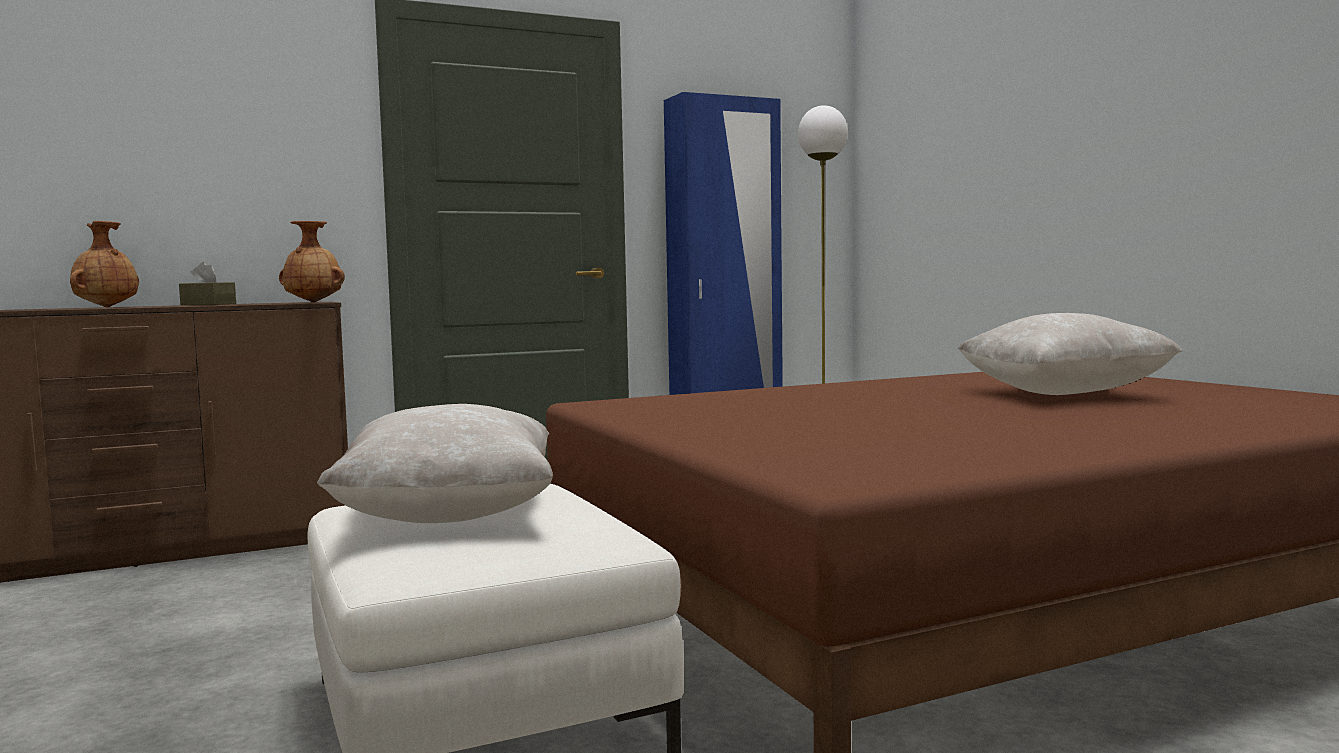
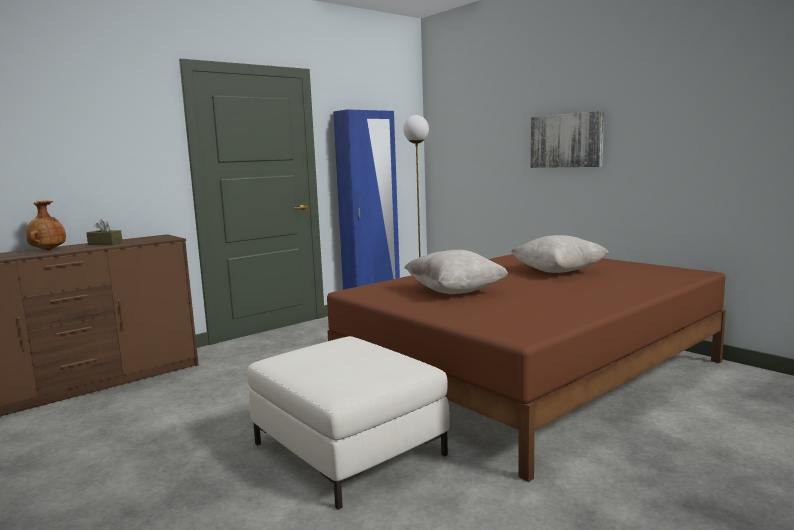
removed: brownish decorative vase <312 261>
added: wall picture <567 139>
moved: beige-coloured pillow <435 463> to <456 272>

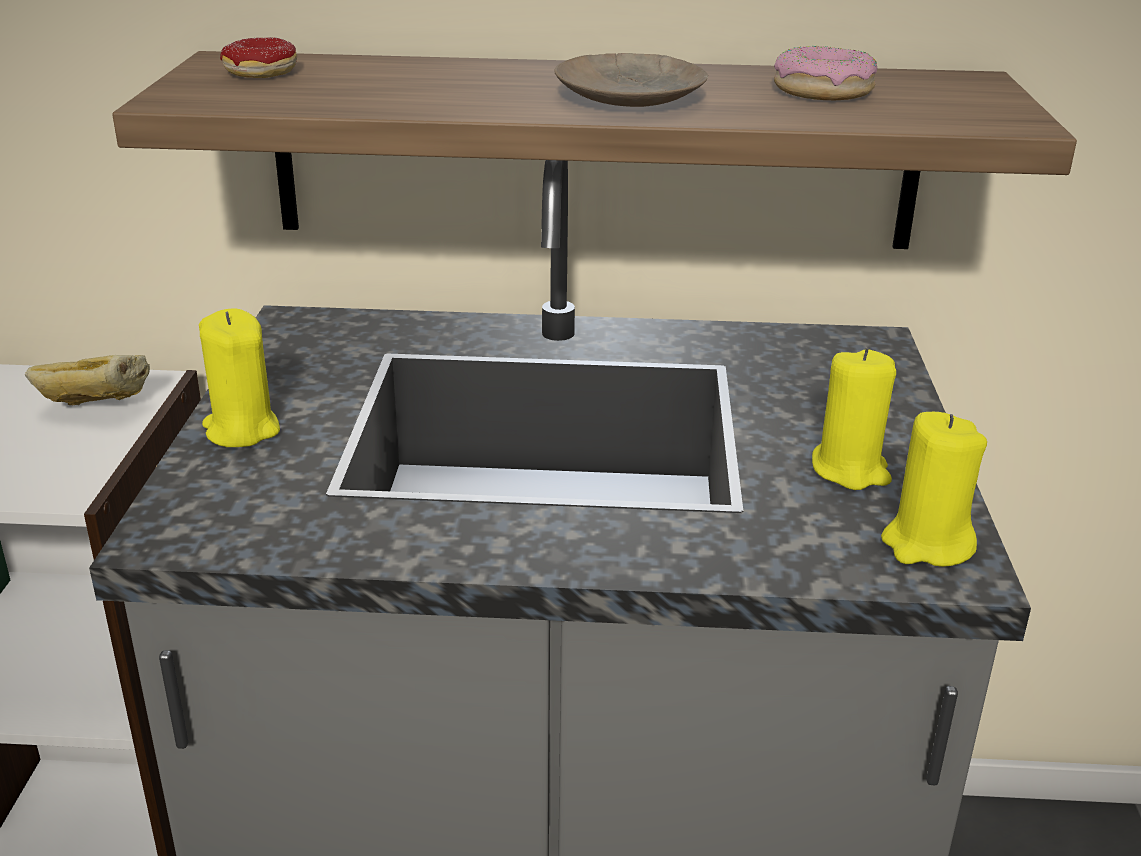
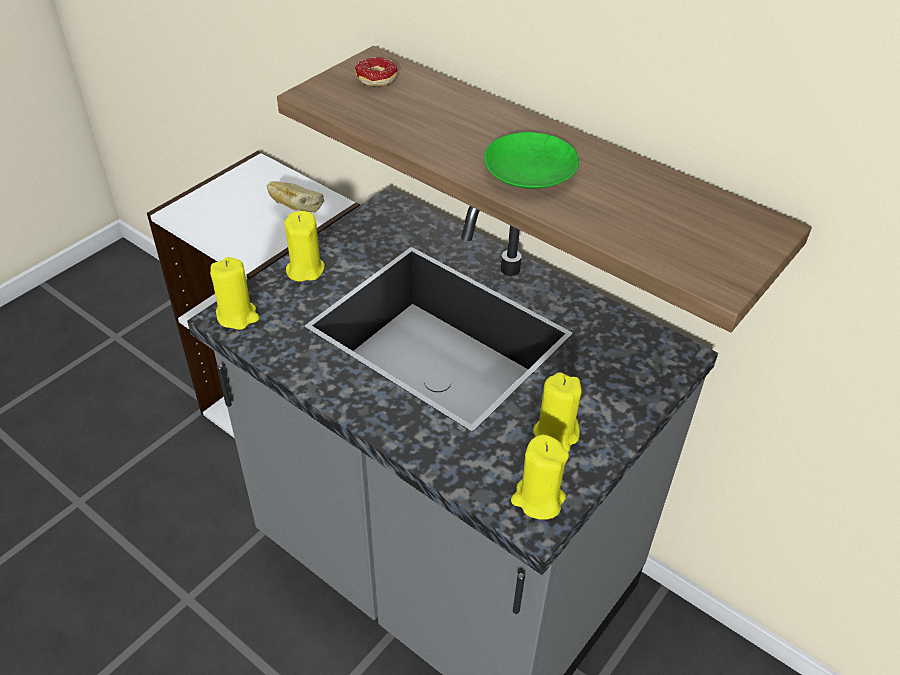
removed: ring doughnut <825 73>
added: yellow-coloured candle <235 293>
recoloured: beige-coloured plate <631 80> to greenish plate <531 160>

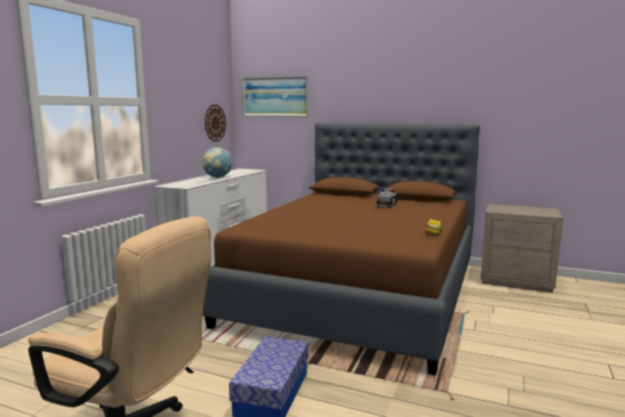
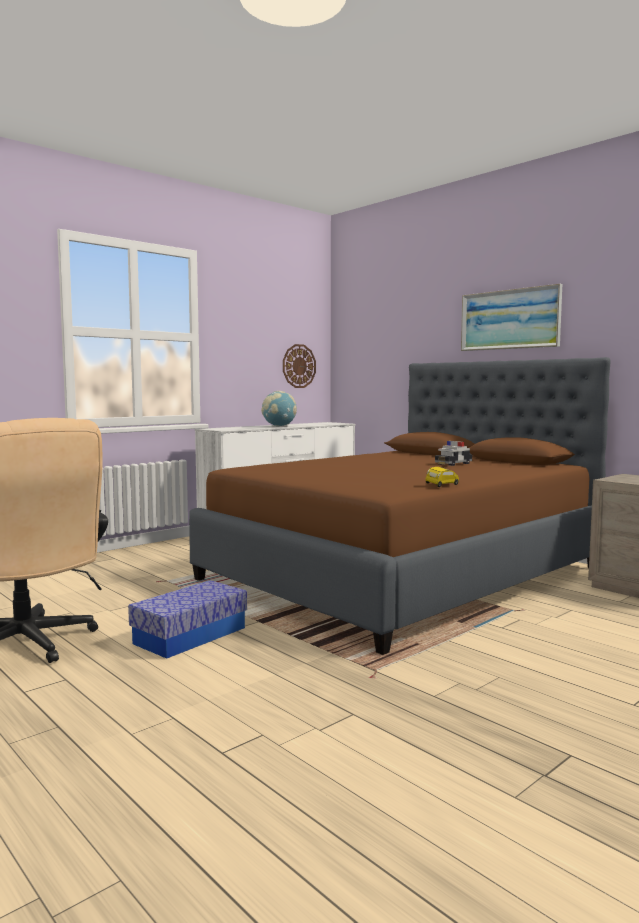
moved: wall picture <275 96> to <511 317>

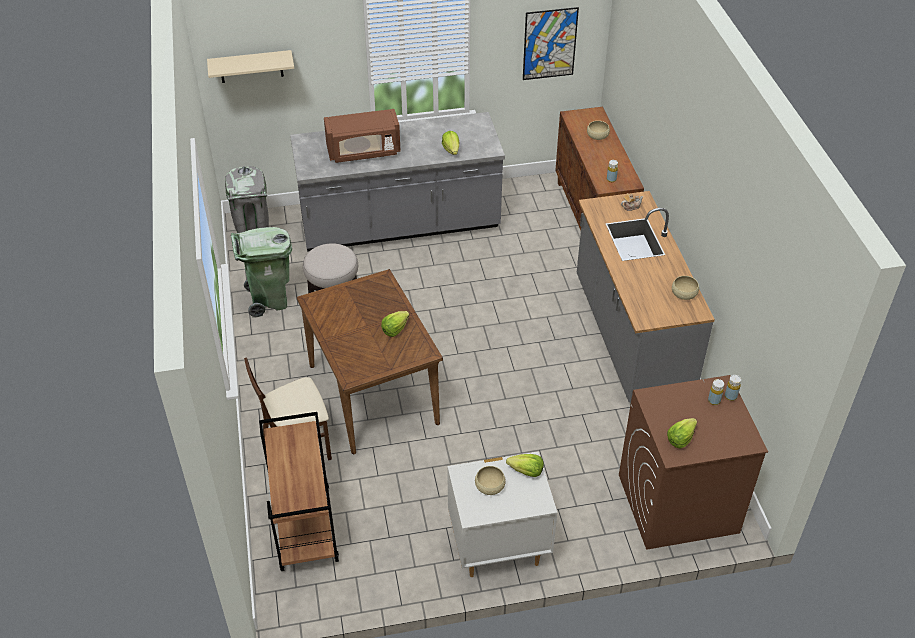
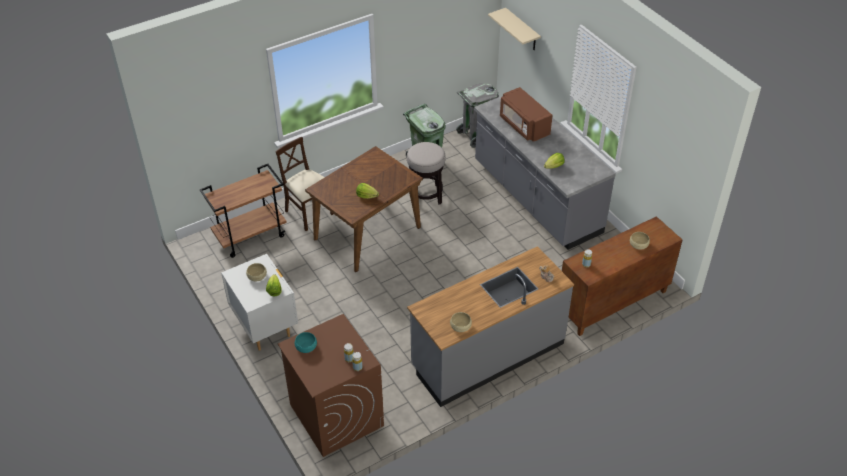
removed: wall picture <551 43>
replaced: head of lettuce <682 433> to turquoise-coloured bowl <306 342>

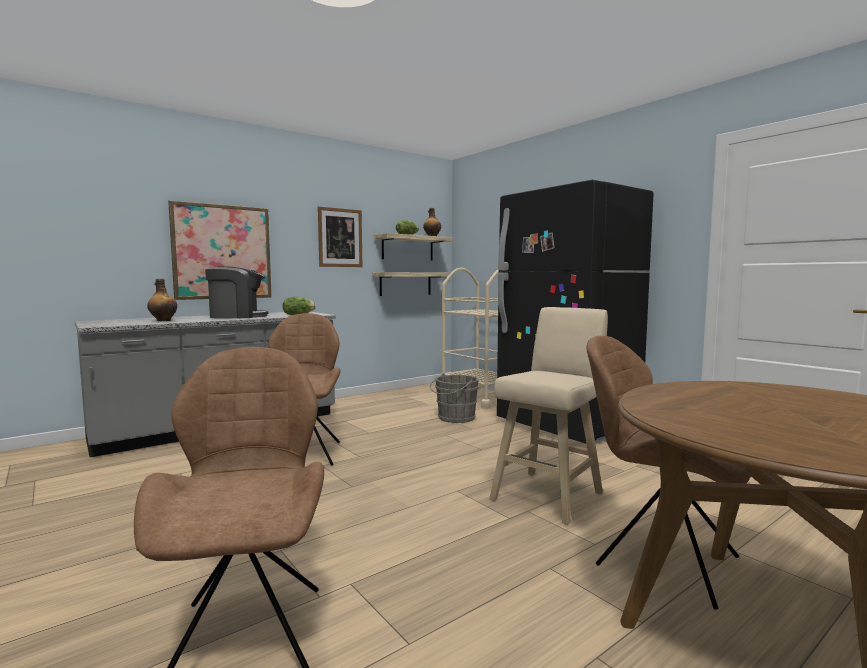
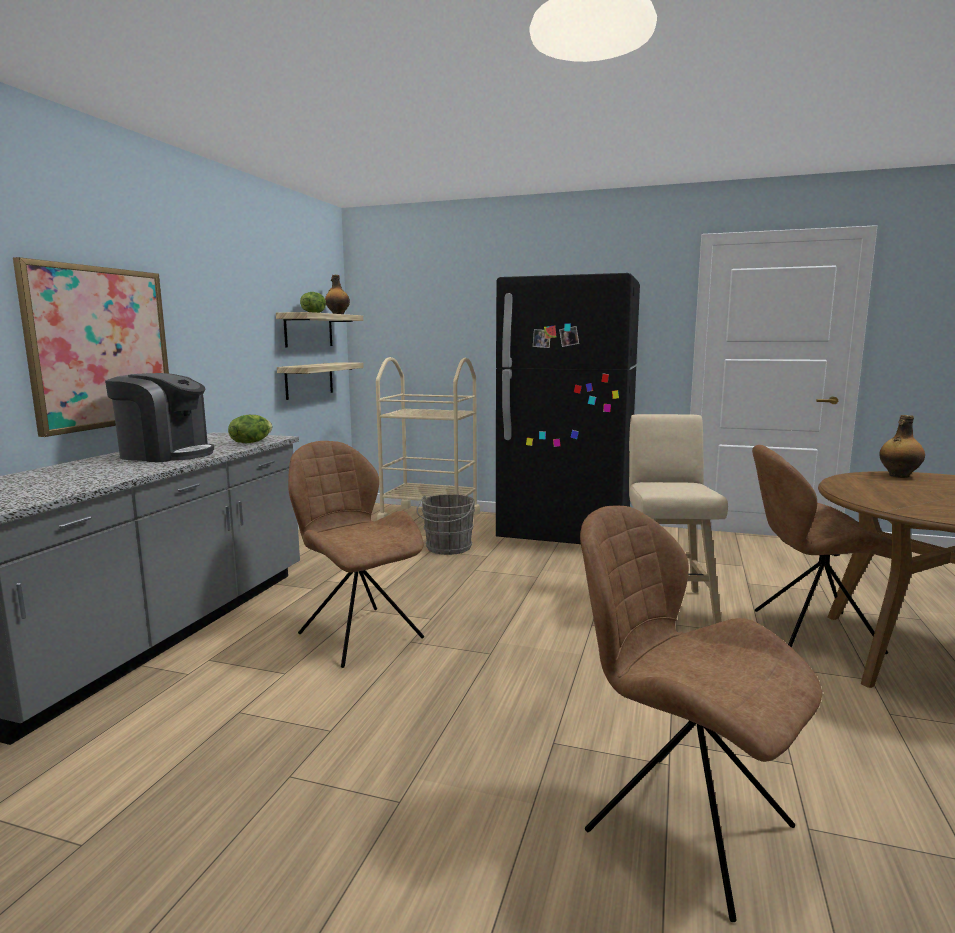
removed: wall picture <340 236>
moved: drink bottle <162 300> to <902 446>
turned: coffee brewer <237 292> = <159 417> 60 degrees clockwise

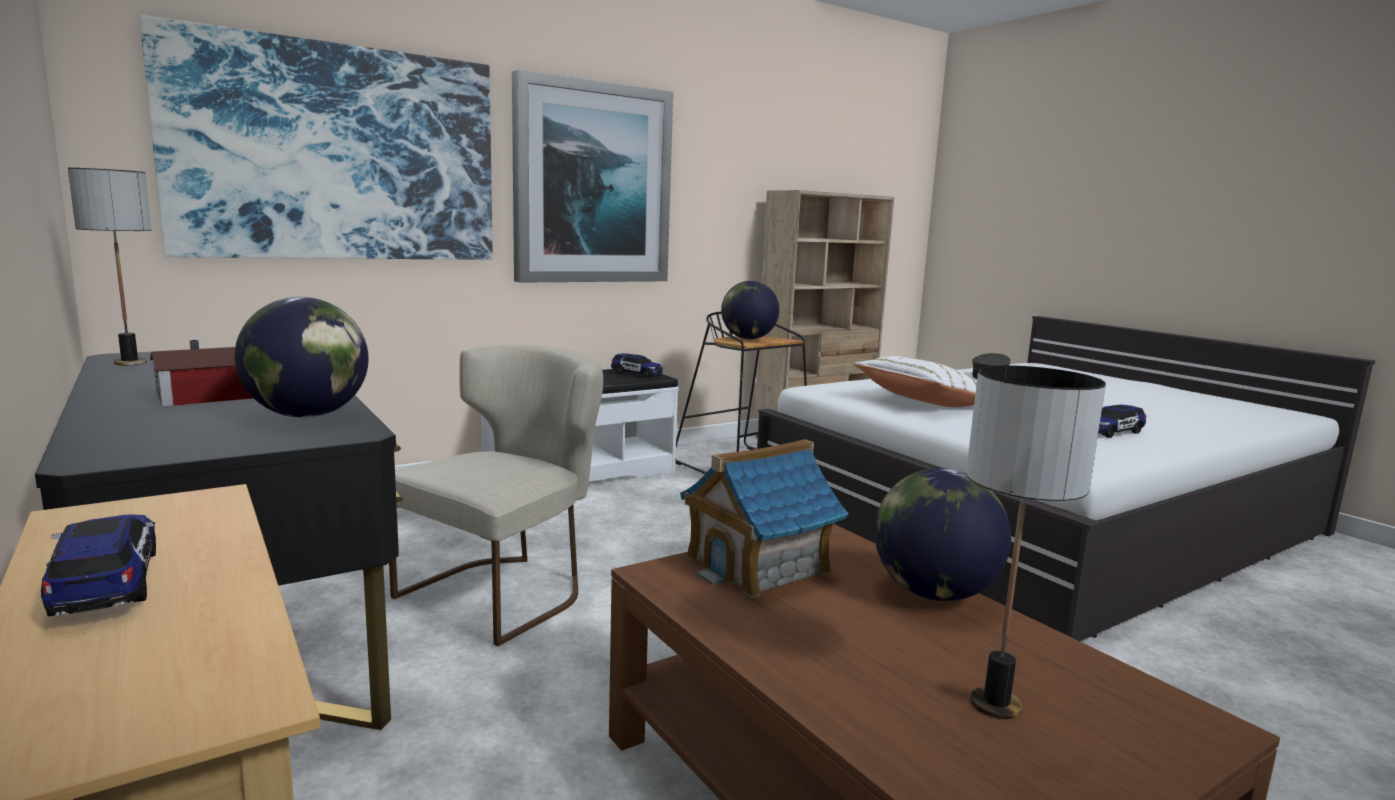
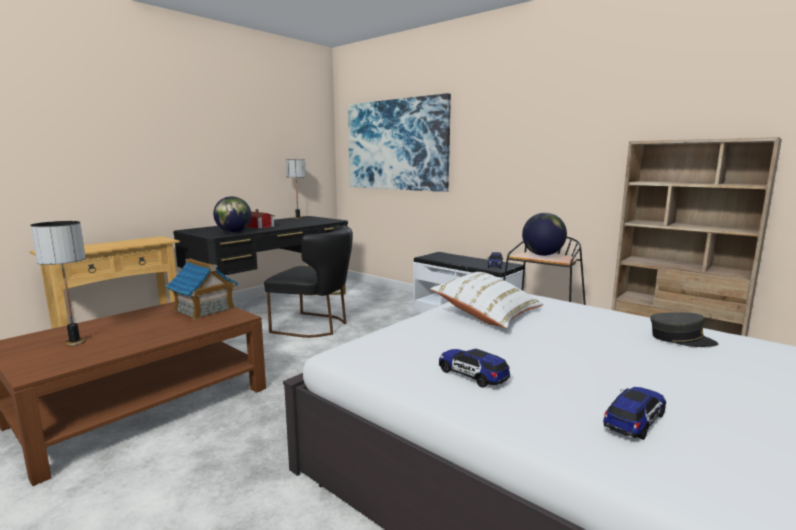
removed: wall picture <592 176>; globe <943 534>
moved: miniature car <98 565> to <634 413>
recoloured: beige-coloured chair <496 495> to blackish chair <308 282>

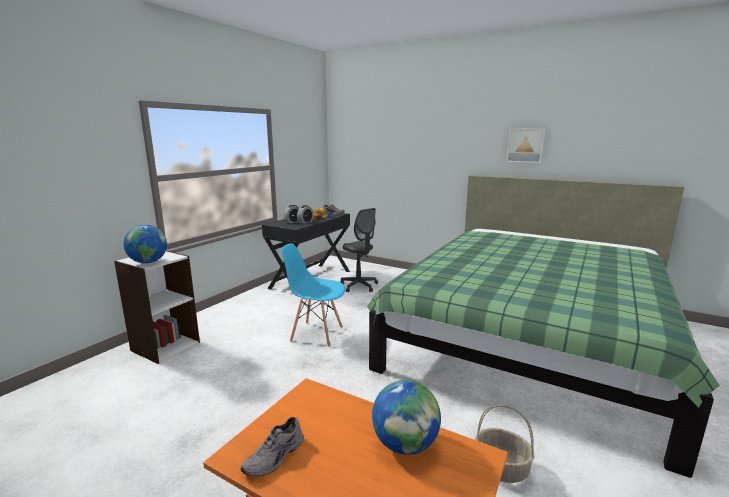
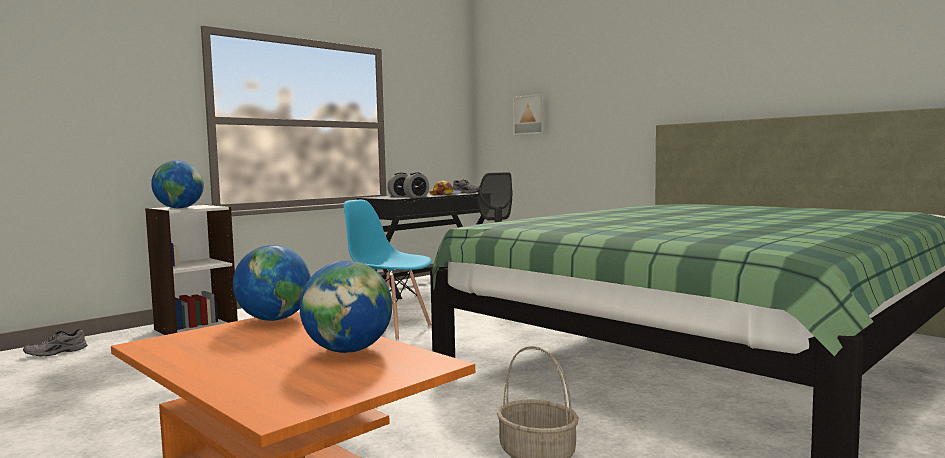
added: globe <272 283>
moved: greyish low shoe <272 446> to <55 342>; wall picture <525 146> to <529 114>

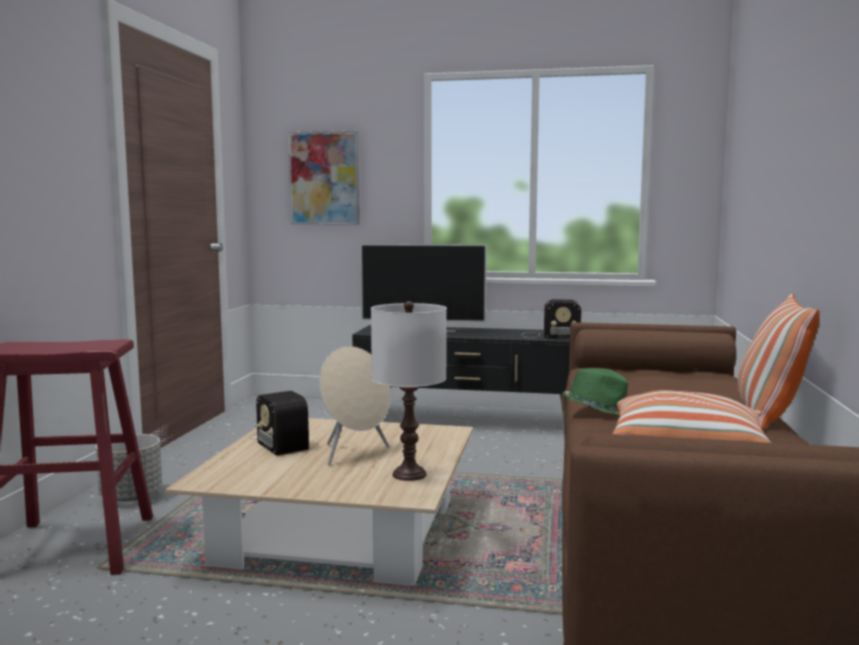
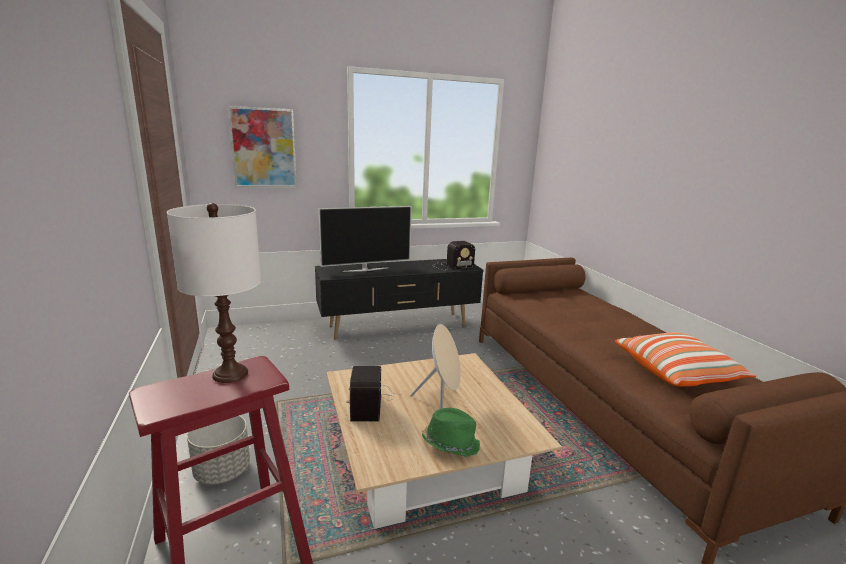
removed: pillow <778 361>
moved: whitish tabletop lamp <409 391> to <214 293>; greenish clothing hat <595 391> to <451 432>
turned: radio <279 423> = <374 394> 60 degrees clockwise

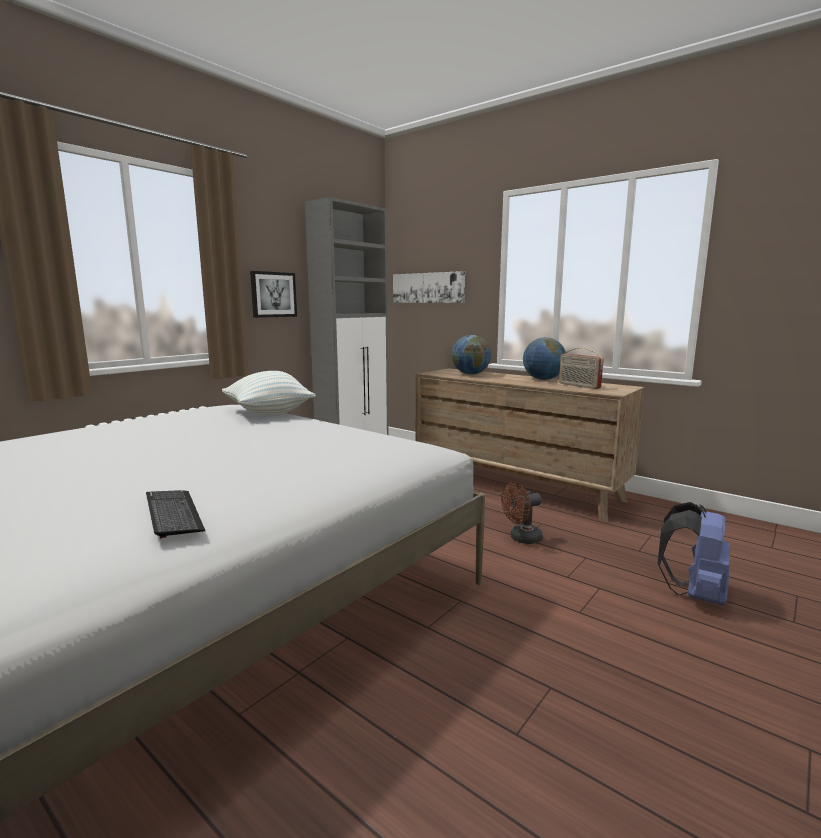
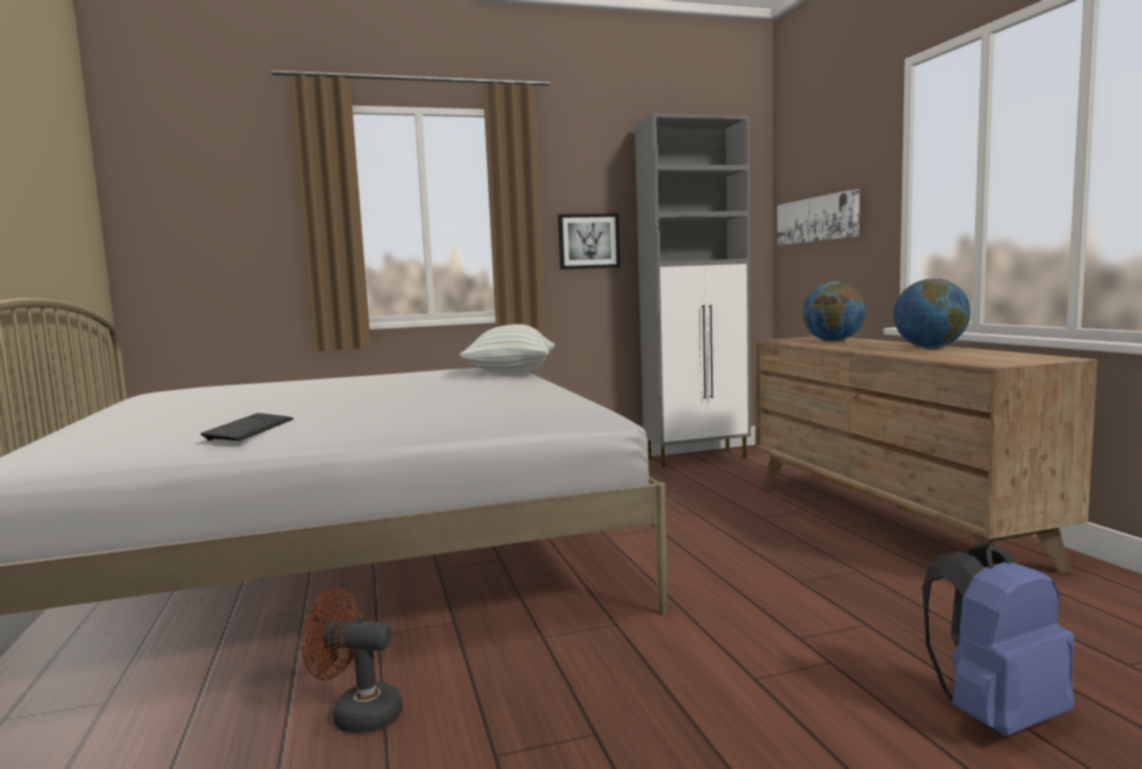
removed: radio <581 368>
moved: brownish electric fan <522 513> to <351 660>

